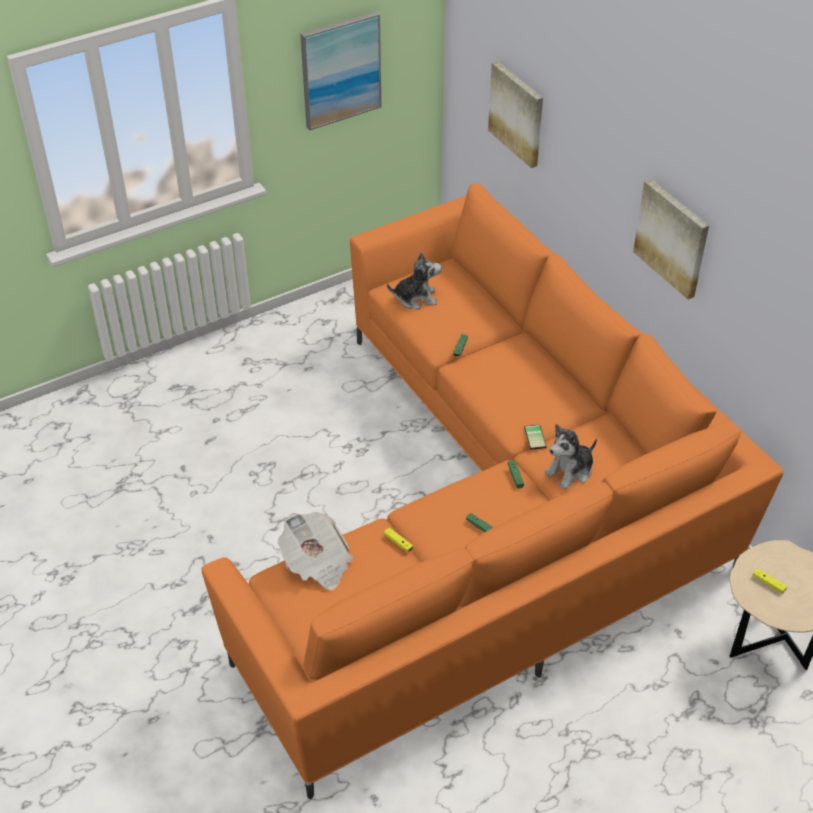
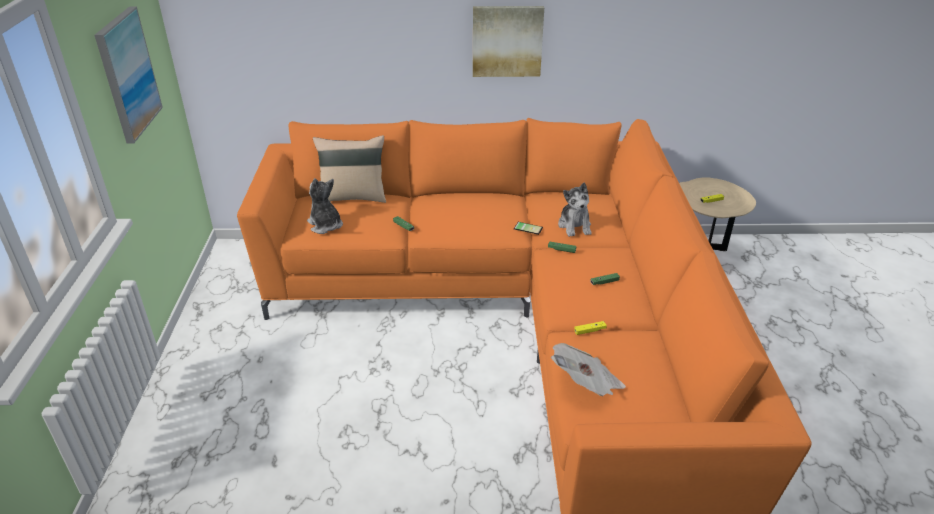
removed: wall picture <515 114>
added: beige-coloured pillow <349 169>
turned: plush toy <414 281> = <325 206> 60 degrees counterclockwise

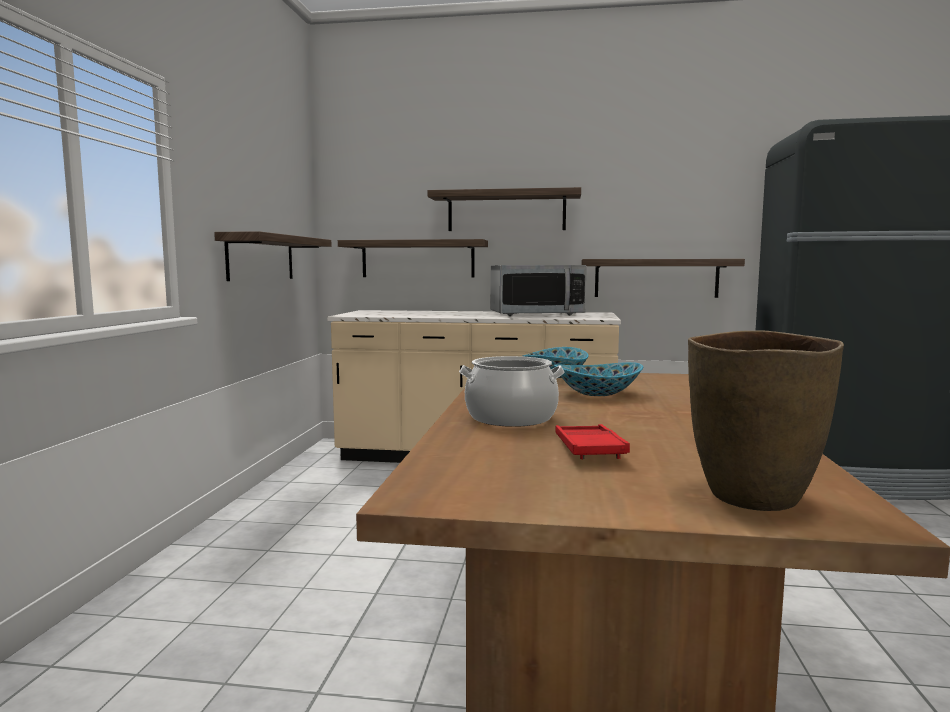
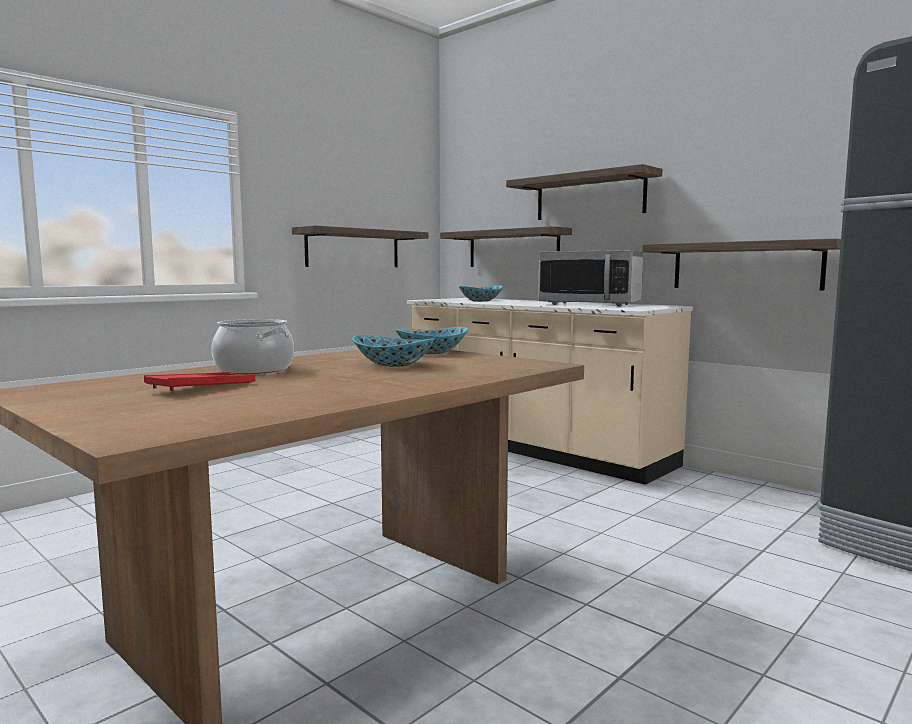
removed: brownish decorative vase <766 420>
added: bowl <481 293>

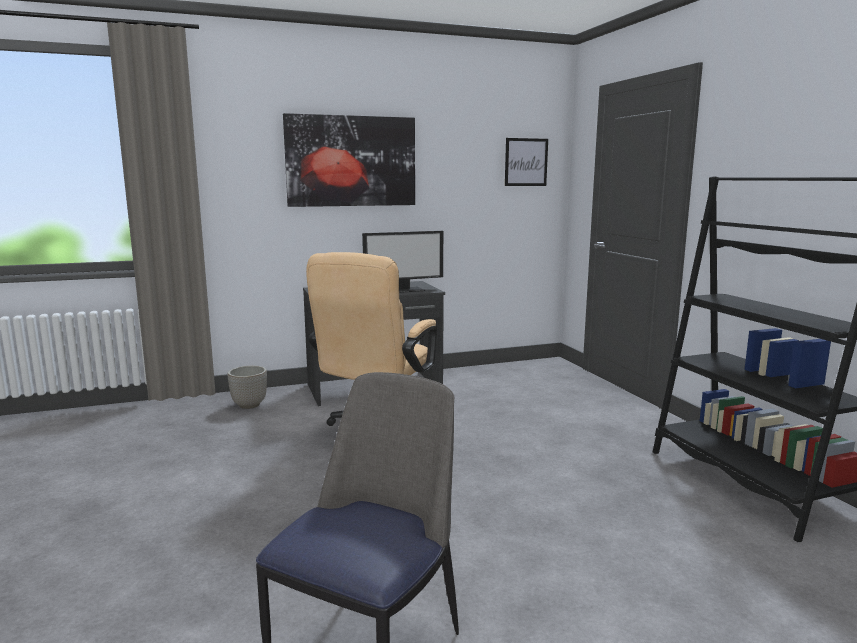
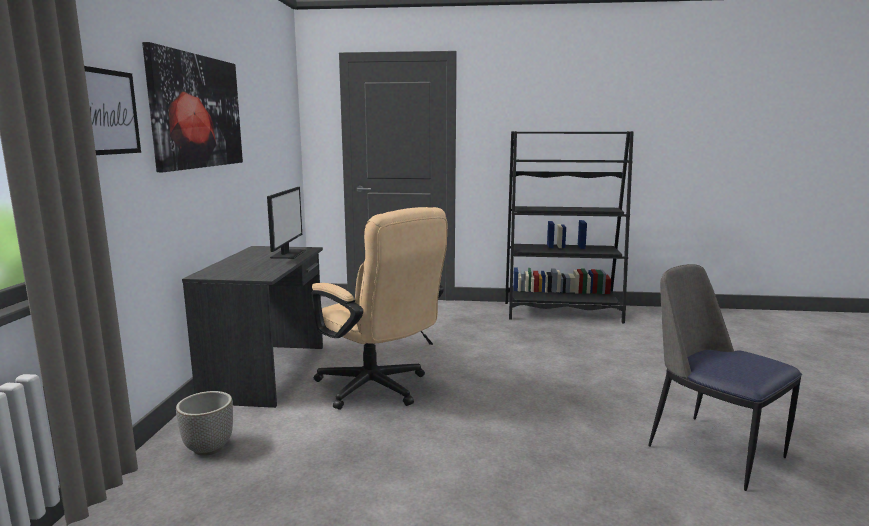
moved: wall picture <526 162> to <112 110>

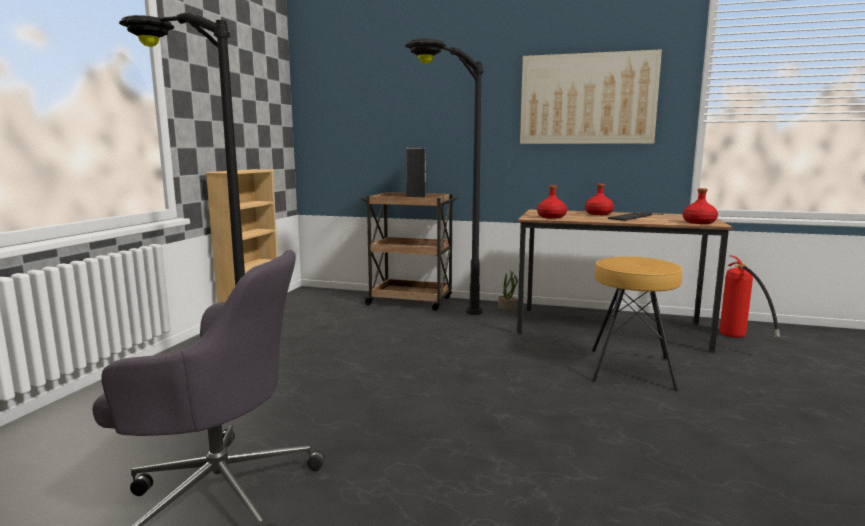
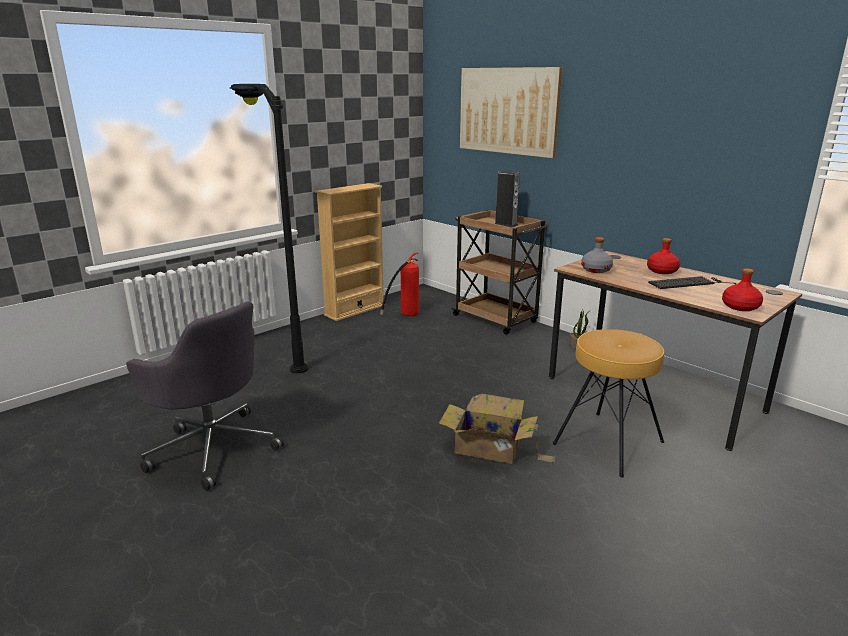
removed: blackish floor lamp <444 176>
added: cardboard box <496 429>
moved: wall picture <591 96> to <511 112>; extinguisher <750 296> to <399 284>
recoloured: reddish drink bottle <552 202> to greyish drink bottle <597 255>

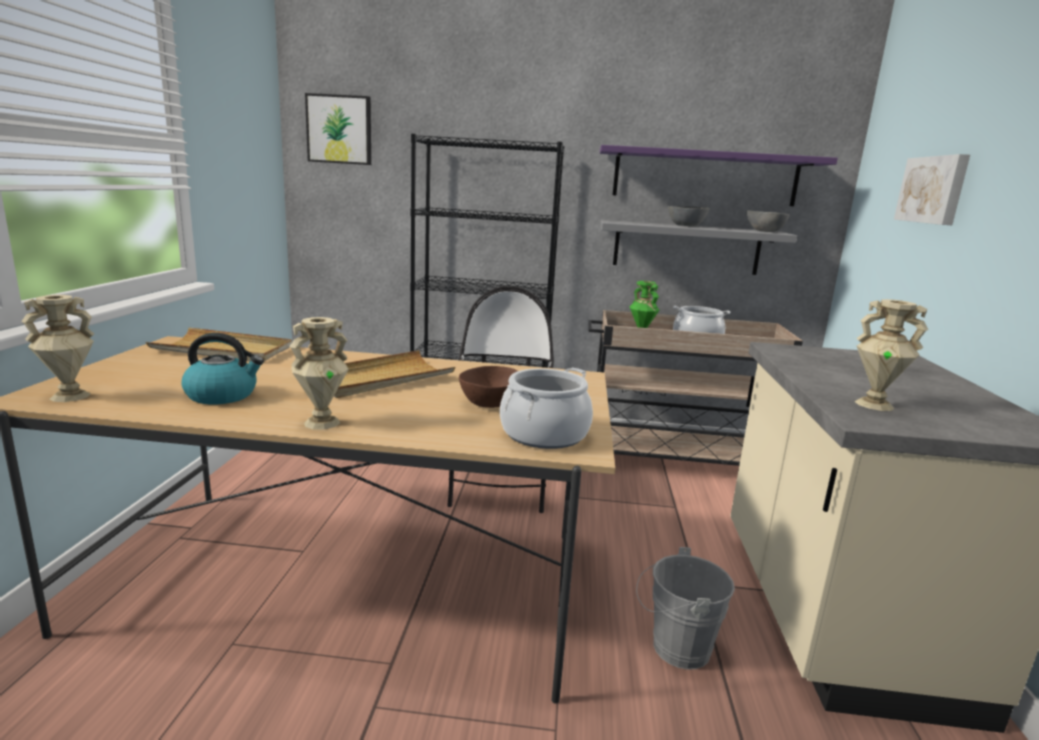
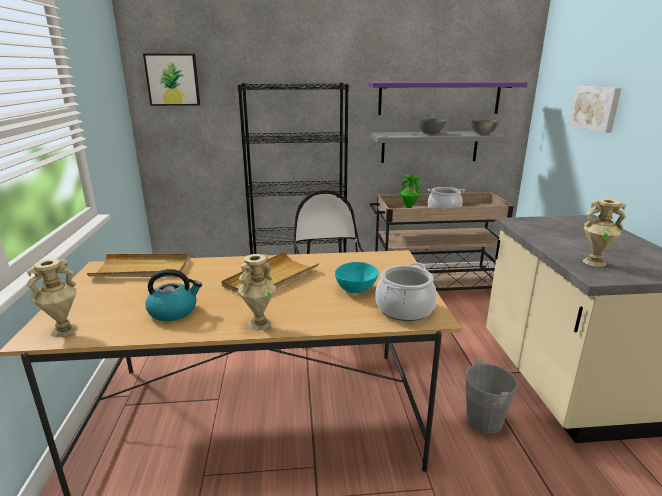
recoloured: brownish bowl <488 387> to turquoise-coloured bowl <357 277>

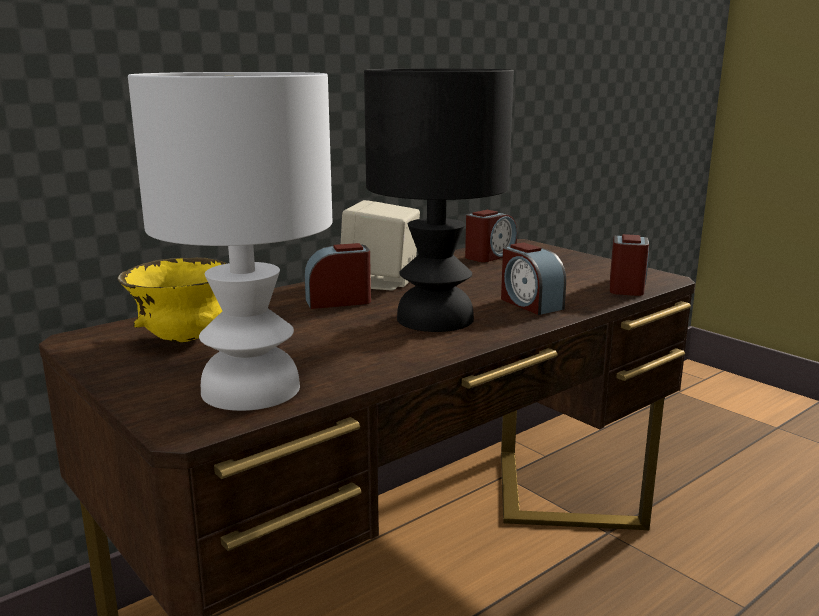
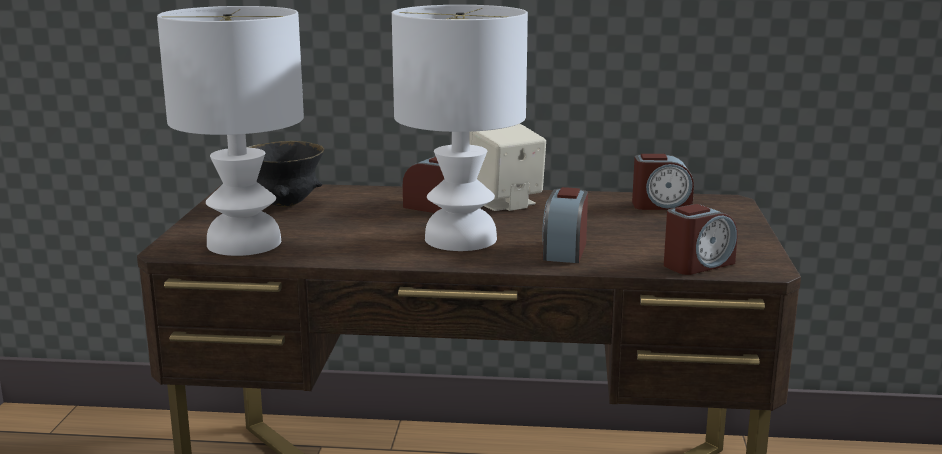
recoloured: yellow-coloured bowl <173 300> to blackish bowl <285 174>; blackish tabletop lamp <439 200> to whitish tabletop lamp <460 128>

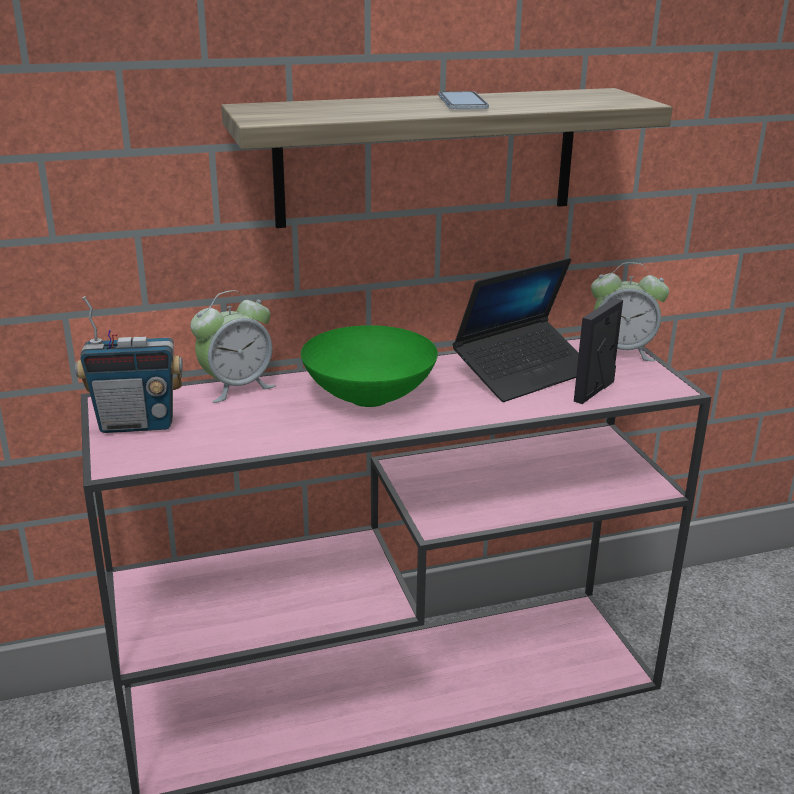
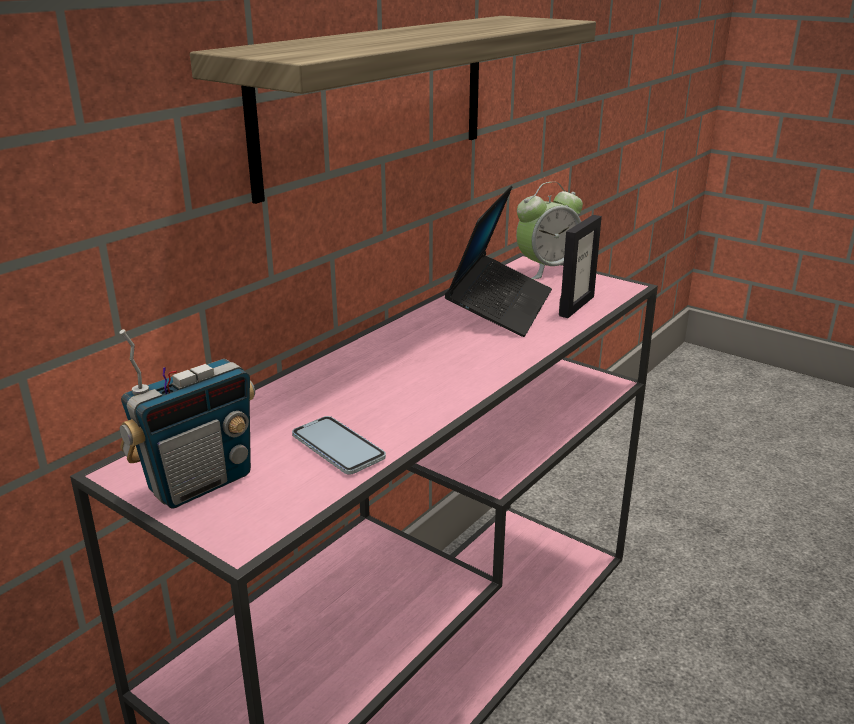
removed: alarm clock <233 346>; greenish bowl <369 366>
moved: handset <463 100> to <339 445>
turned: picture frame <598 351> = <580 266> 150 degrees counterclockwise

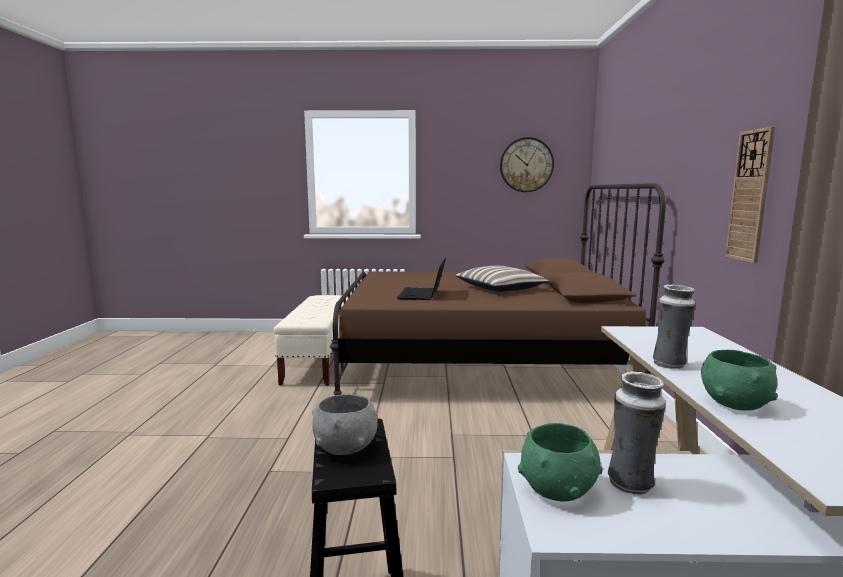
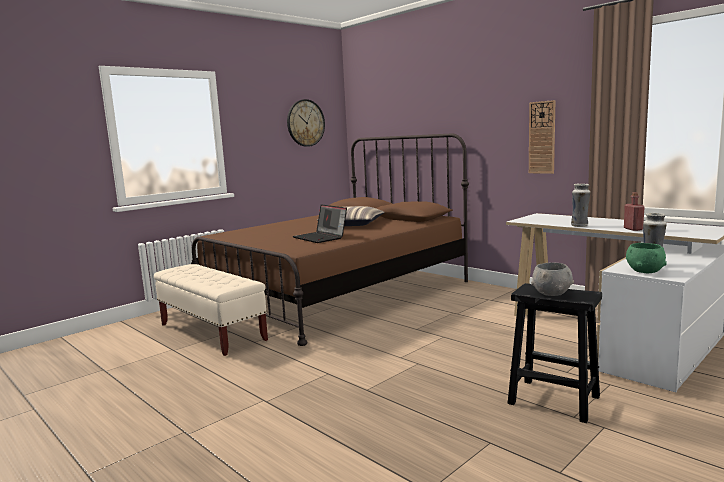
replaced: greenish bowl <739 380> to reddish drink bottle <634 211>

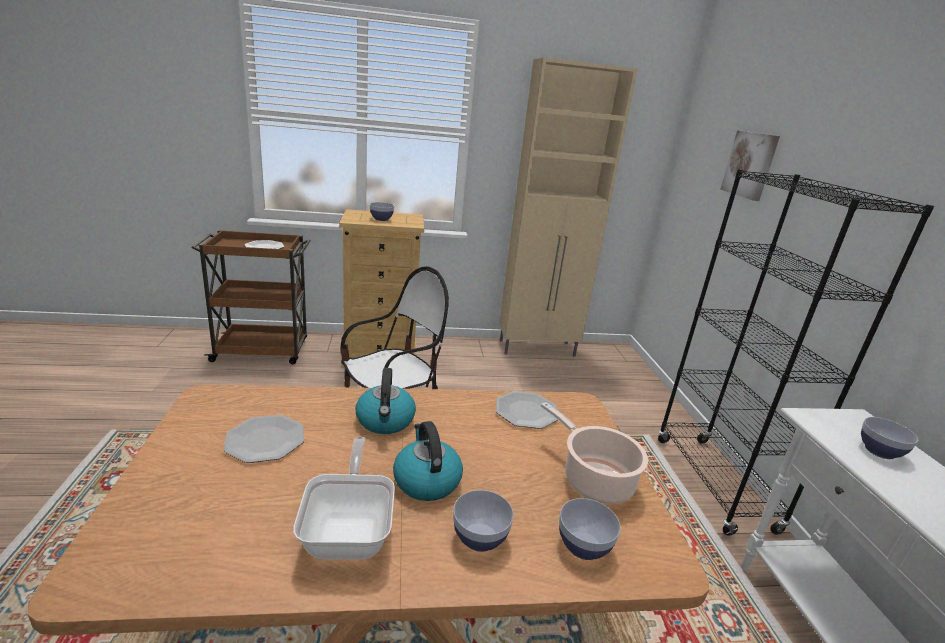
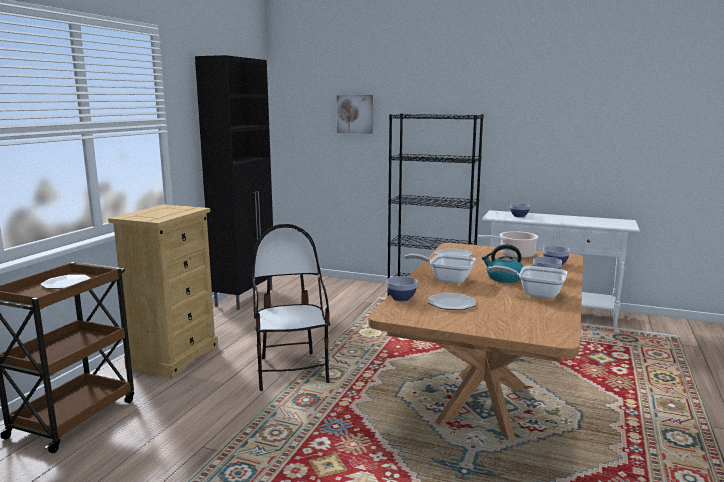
moved: bowl <382 211> to <401 288>
replaced: water kettle <386 401> to skillet <440 268>
recoloured: beige-coloured cupboard <568 207> to blackish cupboard <234 182>

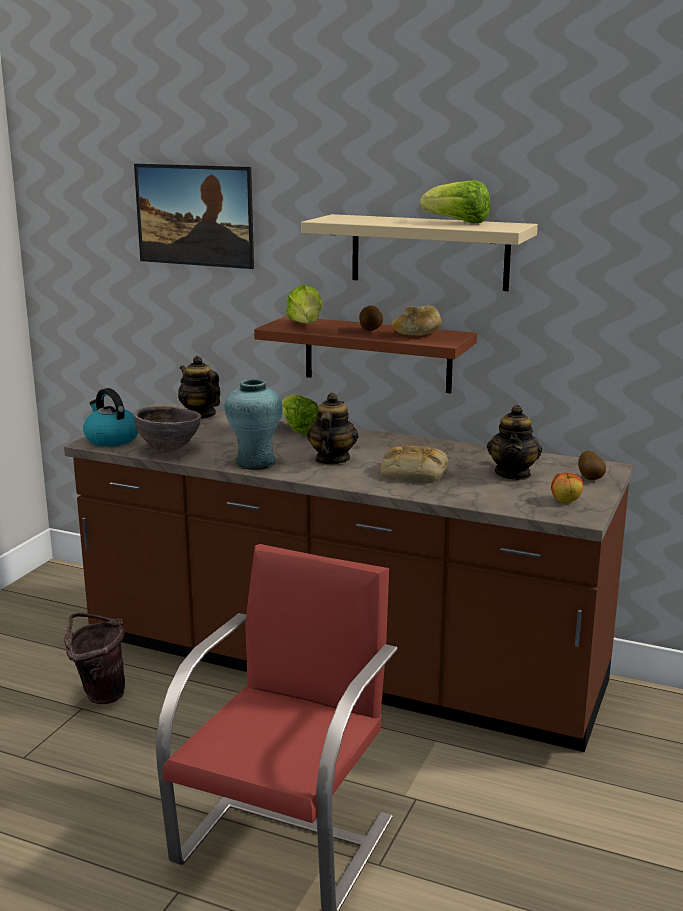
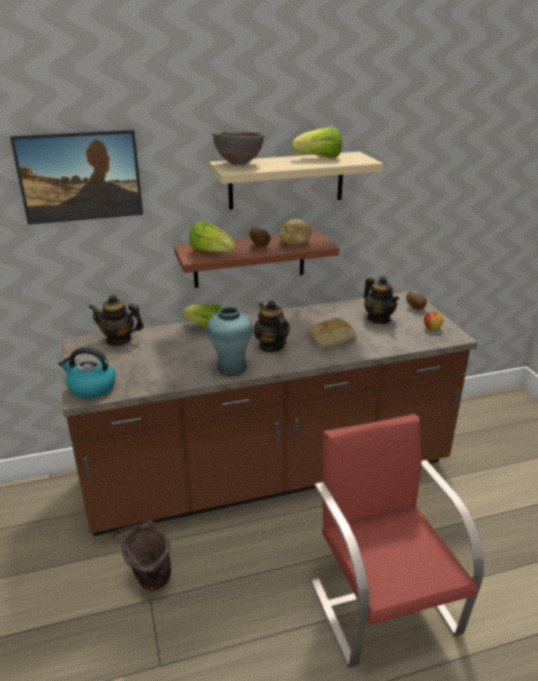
moved: brownish bowl <167 429> to <238 148>

